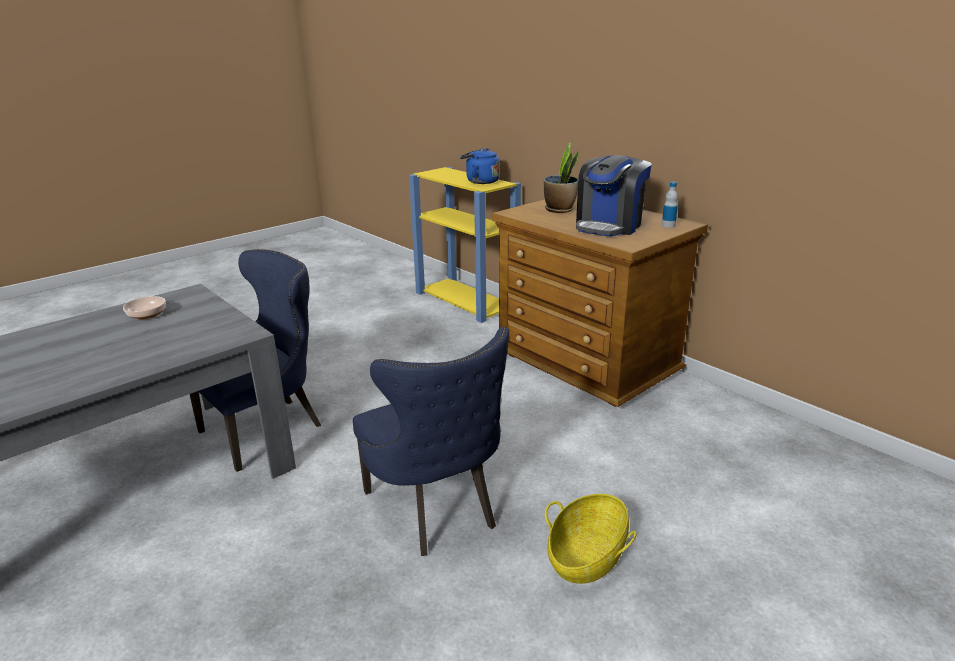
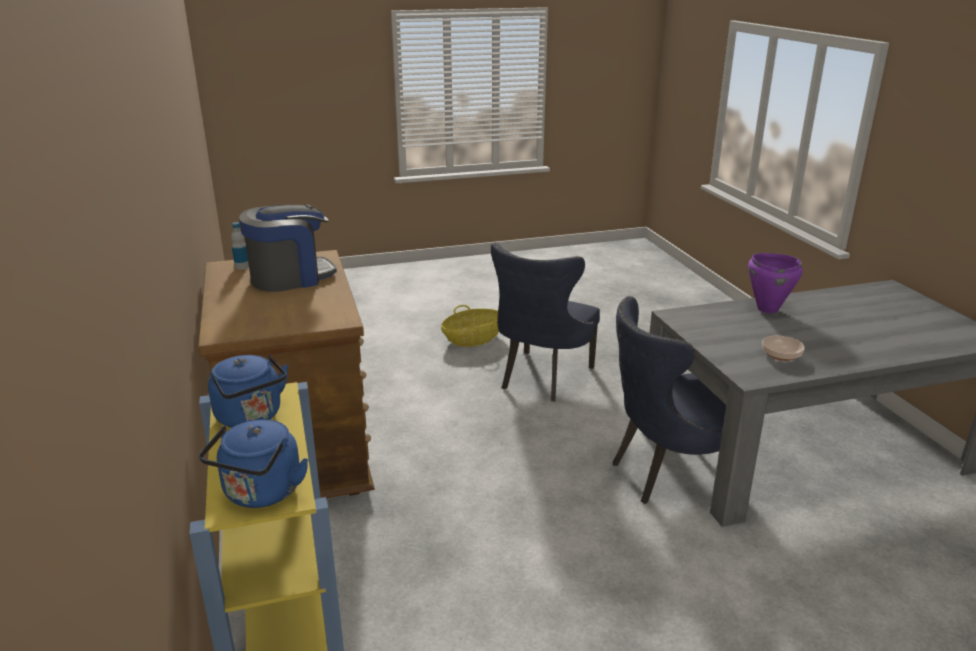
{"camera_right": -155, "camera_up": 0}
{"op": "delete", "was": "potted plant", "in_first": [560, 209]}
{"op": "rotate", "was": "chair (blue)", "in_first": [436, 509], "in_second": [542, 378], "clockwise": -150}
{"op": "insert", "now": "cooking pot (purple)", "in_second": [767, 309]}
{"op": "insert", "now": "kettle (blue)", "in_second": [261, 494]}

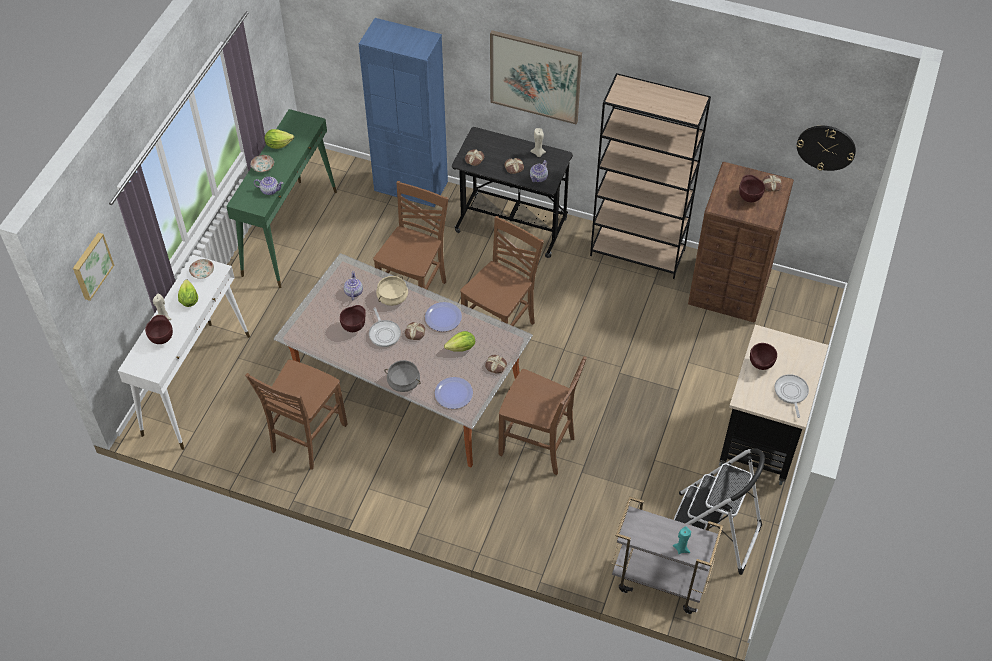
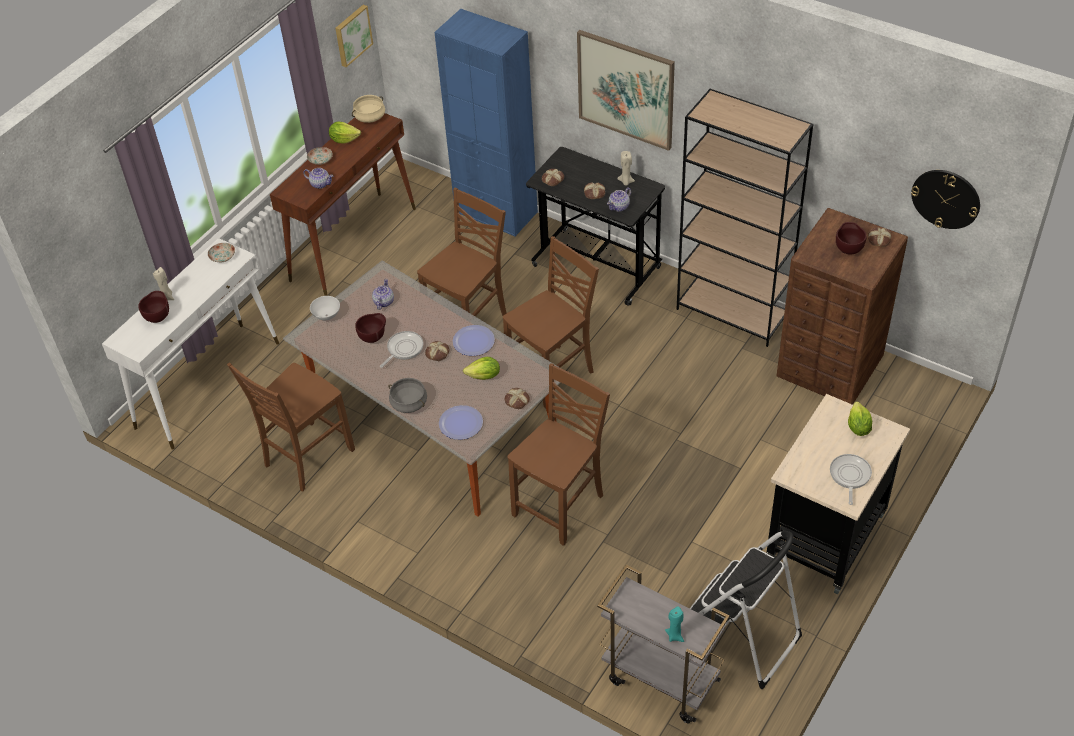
{"camera_right": 15, "camera_up": -5}
{"op": "recolor", "was": "console table (green)", "now": "console table (brown)", "in_first": [290, 232], "in_second": [354, 243]}
{"op": "move", "was": "picture", "in_first": [91, 265], "in_second": [352, 35]}
{"op": "move", "was": "cooking pot (beige)", "in_first": [392, 297], "in_second": [370, 117]}
{"op": "move", "was": "lettuce", "in_first": [189, 300], "in_second": [858, 427]}
{"op": "rotate", "was": "frying pan", "in_first": [384, 333], "in_second": [403, 349], "clockwise": -135}
{"op": "delete", "was": "bowl (brown)", "in_first": [760, 366]}
{"op": "rotate", "was": "chair (brown)", "in_first": [538, 446], "in_second": [561, 506], "clockwise": -90}
{"op": "insert", "now": "bowl (white)", "in_second": [327, 316]}

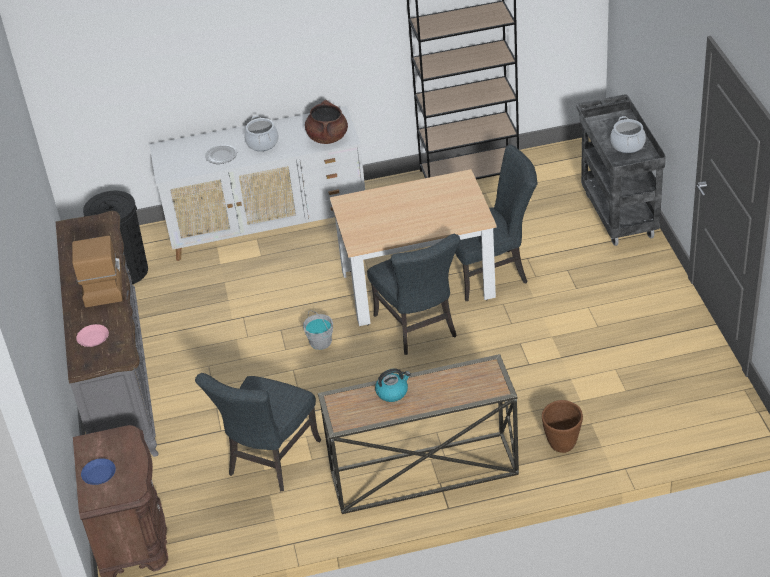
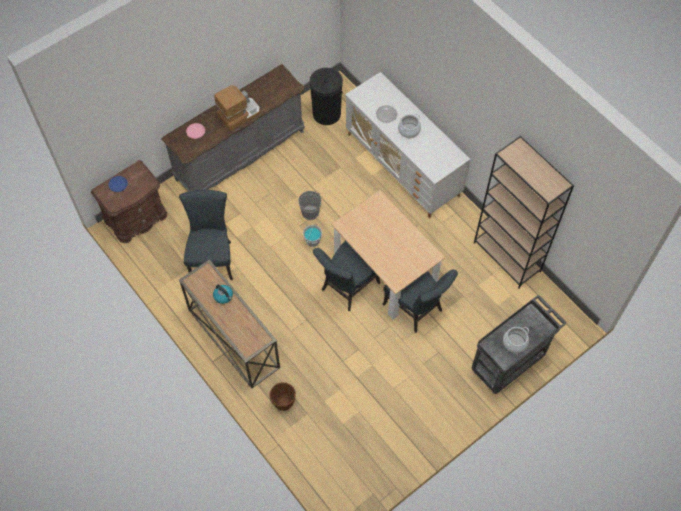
{"camera_right": 60, "camera_up": 20}
{"op": "delete", "was": "cooking pot (brown)", "in_first": [327, 137]}
{"op": "rotate", "was": "chair (grey)", "in_first": [270, 461], "in_second": [212, 257], "clockwise": 90}
{"op": "insert", "now": "bucket (grey)", "in_second": [310, 212]}

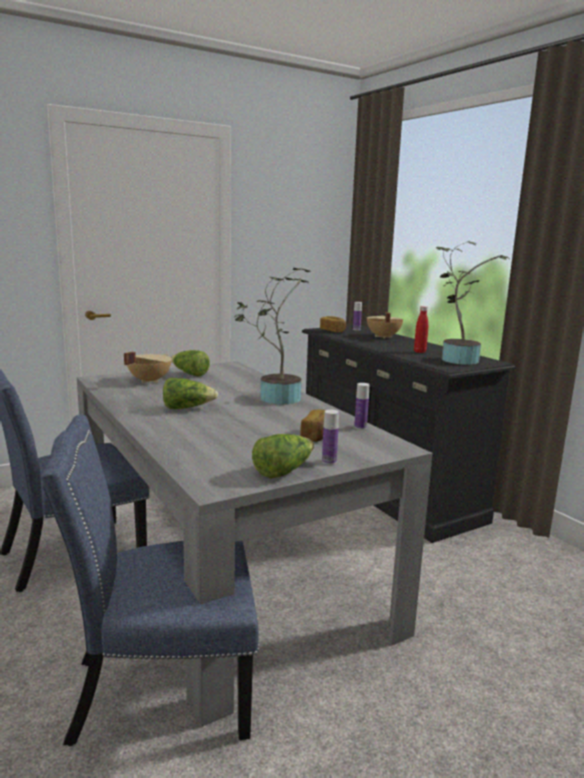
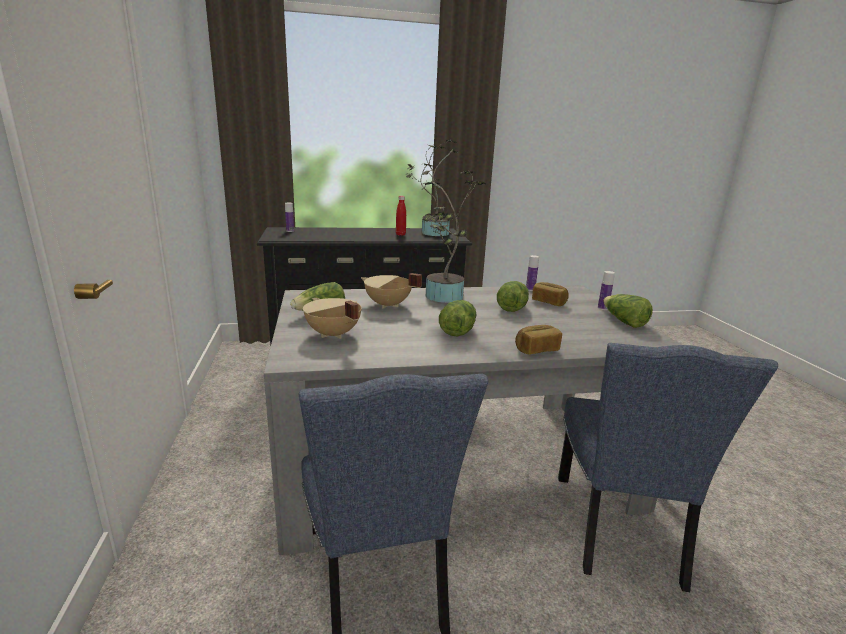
{"camera_right": -70, "camera_up": 5}
{"op": "move", "was": "cooking pot (beige)", "in_first": [382, 337], "in_second": [387, 305]}
{"op": "move", "was": "bread", "in_first": [333, 331], "in_second": [536, 349]}
{"op": "insert", "now": "lettuce", "in_second": [511, 307]}

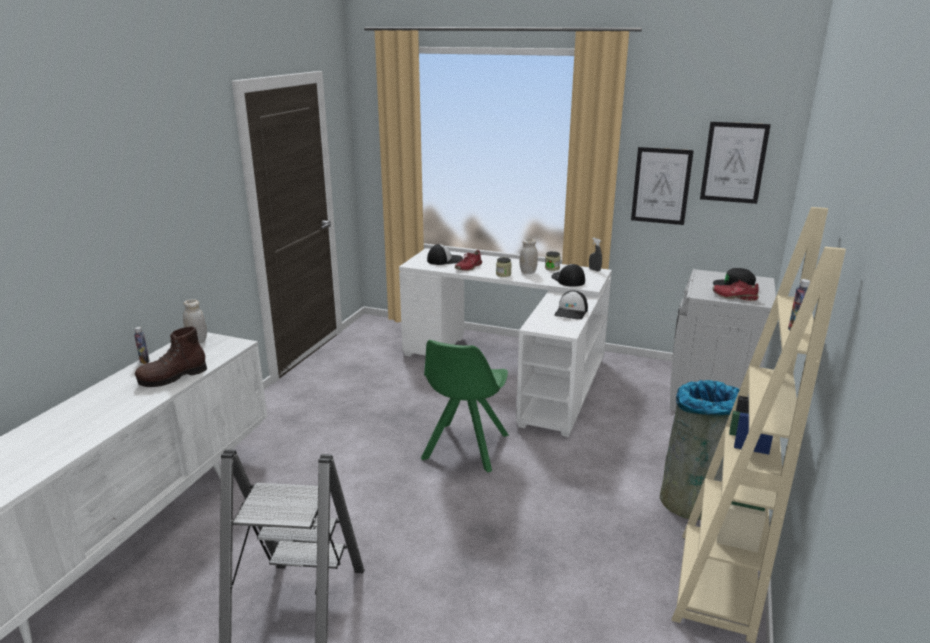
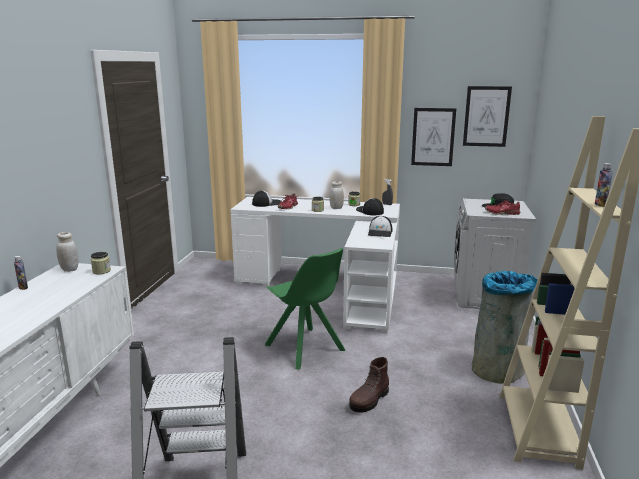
{"camera_right": -10, "camera_up": -5}
{"op": "move", "was": "boot (brown)", "in_first": [173, 377], "in_second": [369, 400]}
{"op": "rotate", "was": "chair (green)", "in_first": [464, 448], "in_second": [306, 348], "clockwise": -45}
{"op": "insert", "now": "jar", "in_second": [101, 271]}

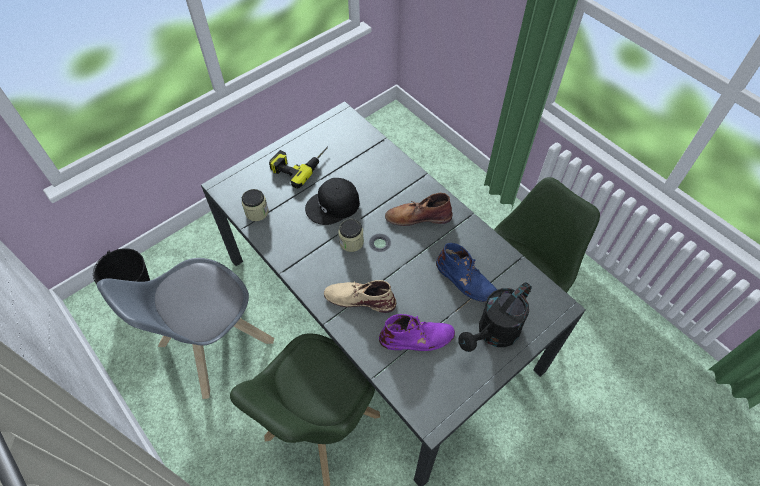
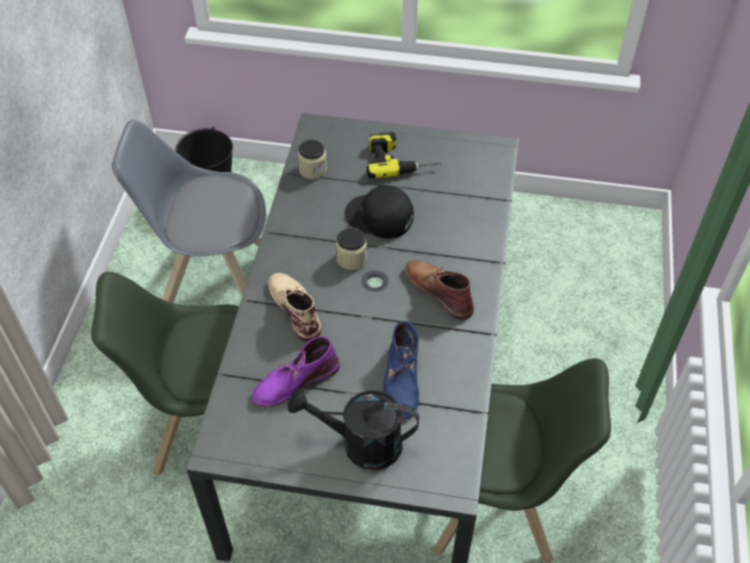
{"camera_right": 50, "camera_up": -5}
{"op": "rotate", "was": "boot (purple)", "in_first": [417, 338], "in_second": [295, 381], "clockwise": 105}

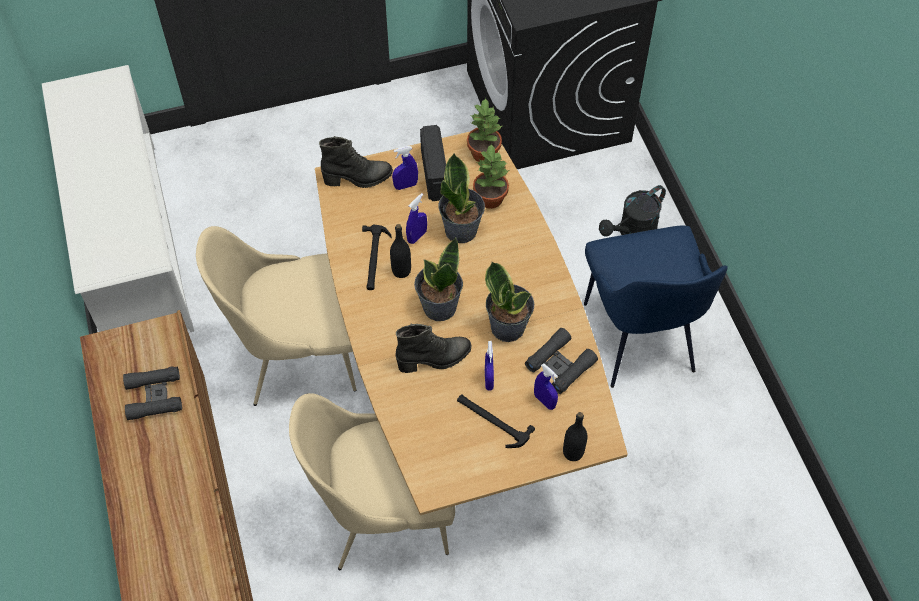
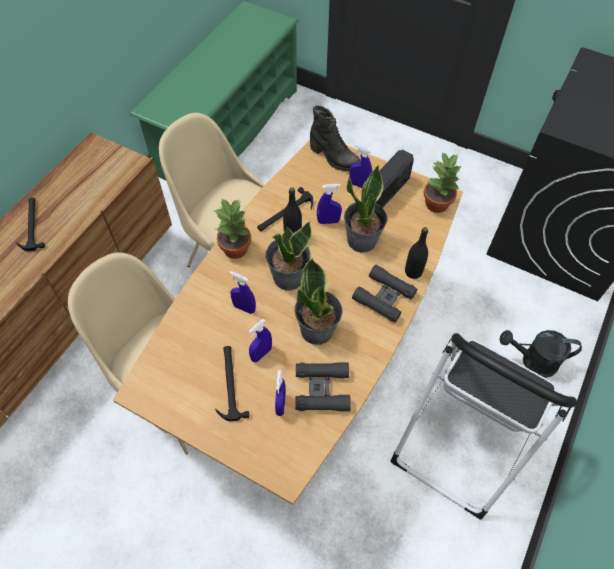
{"camera_right": 45, "camera_up": 0}
{"op": "recolor", "was": "shoe rack (white)", "now": "shoe rack (green)", "in_first": [131, 242], "in_second": [228, 131]}
{"op": "move", "was": "potted plant", "in_first": [490, 198], "in_second": [236, 248]}
{"op": "replace", "was": "chair (blue)", "now": "step ladder", "in_first": [640, 338], "in_second": [462, 435]}
{"op": "replace", "was": "boot (black)", "now": "spray bottle (blue)", "in_first": [434, 359], "in_second": [244, 308]}
{"op": "move", "was": "binoculars (black)", "in_first": [154, 396], "in_second": [384, 297]}
{"op": "move", "was": "bottle (black)", "in_first": [573, 452], "in_second": [413, 272]}
{"op": "insert", "now": "hammer", "in_second": [31, 225]}

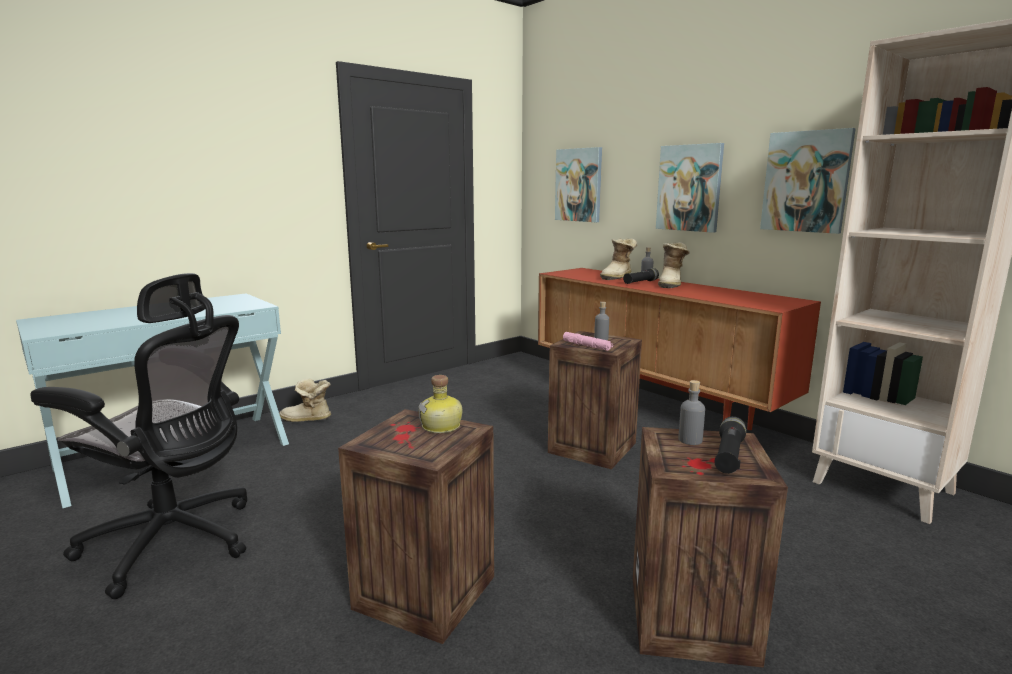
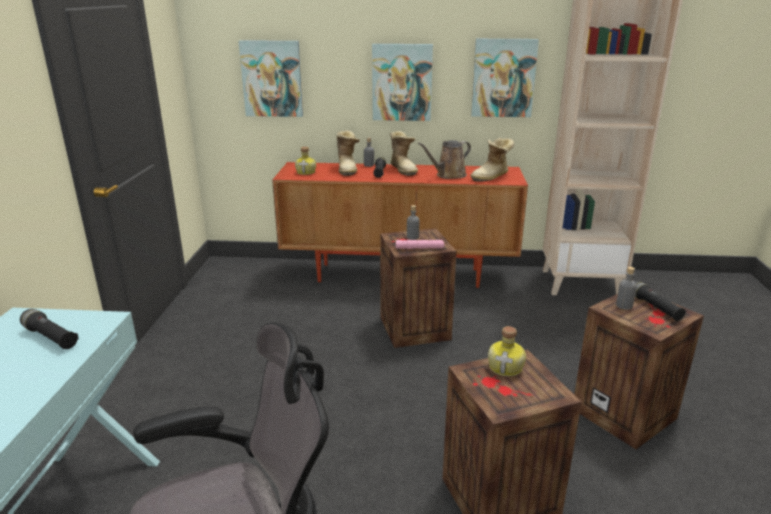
{"camera_right": -45, "camera_up": 10}
{"op": "move", "was": "boot", "in_first": [306, 420], "in_second": [492, 177]}
{"op": "insert", "now": "watering can (brown)", "in_second": [448, 175]}
{"op": "insert", "now": "bottle", "in_second": [306, 172]}
{"op": "insert", "now": "flashlight (black)", "in_second": [51, 337]}

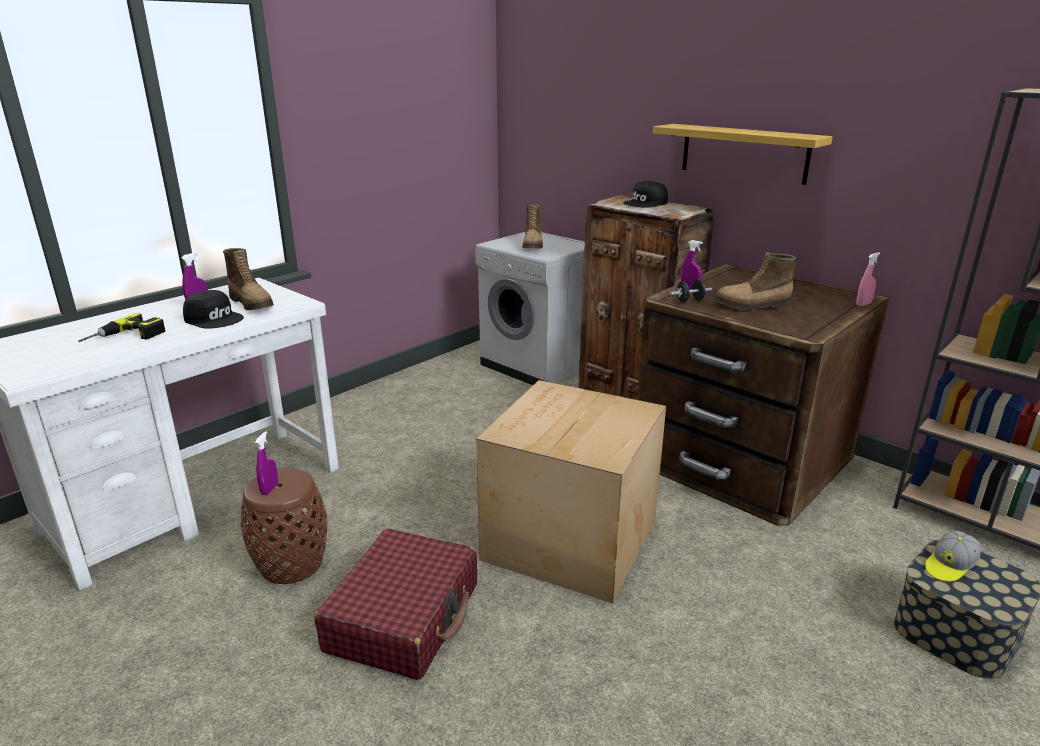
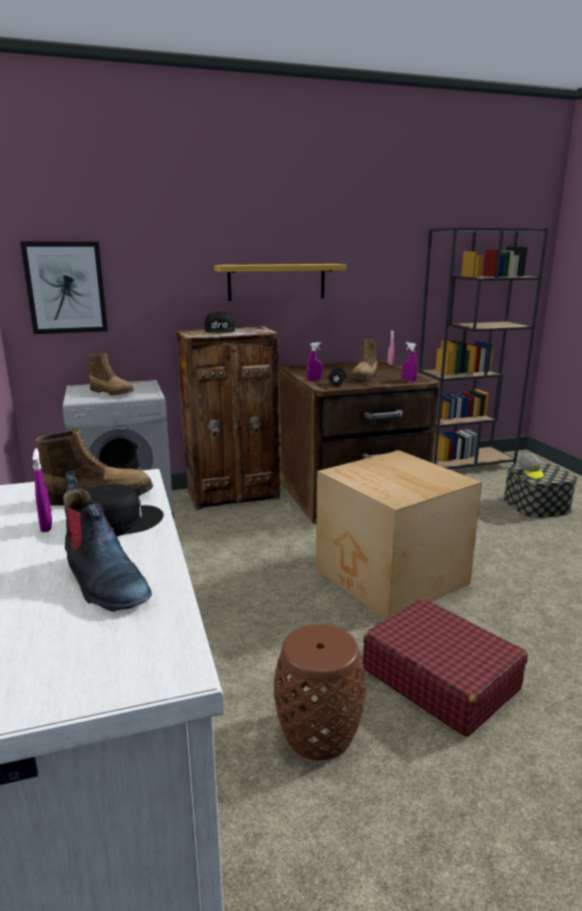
{"camera_right": -60, "camera_up": -5}
{"op": "replace", "was": "power drill", "now": "boot", "in_first": [125, 337], "in_second": [103, 581]}
{"op": "move", "was": "spray bottle (purple)", "in_first": [269, 489], "in_second": [409, 380]}
{"op": "insert", "now": "picture", "in_second": [66, 288]}

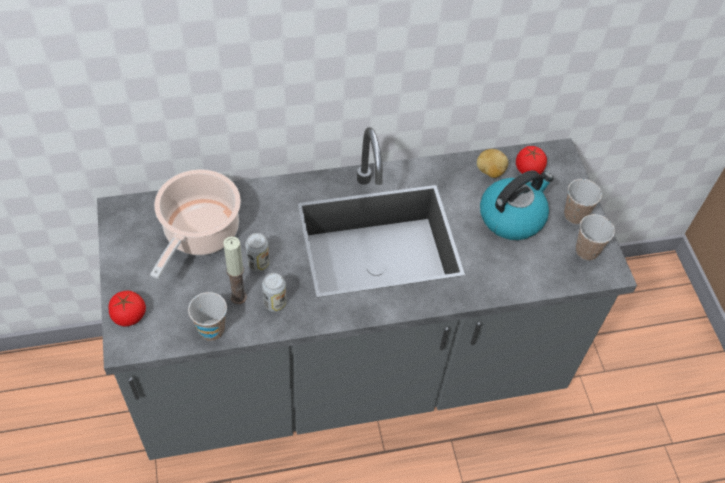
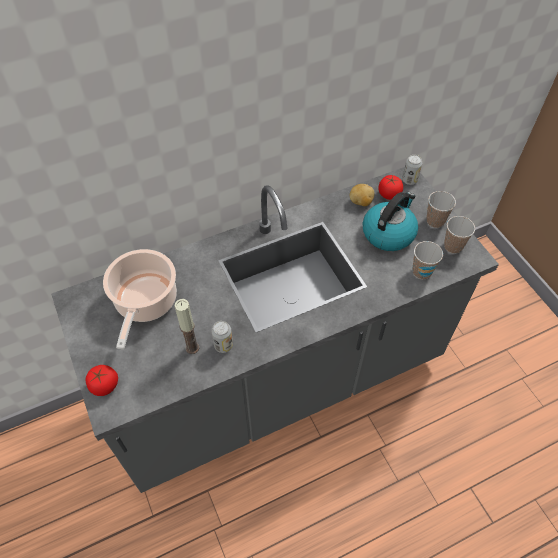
{"camera_right": -10, "camera_up": 0}
{"op": "move", "was": "can", "in_first": [258, 263], "in_second": [409, 180]}
{"op": "move", "was": "cup", "in_first": [211, 330], "in_second": [421, 272]}

